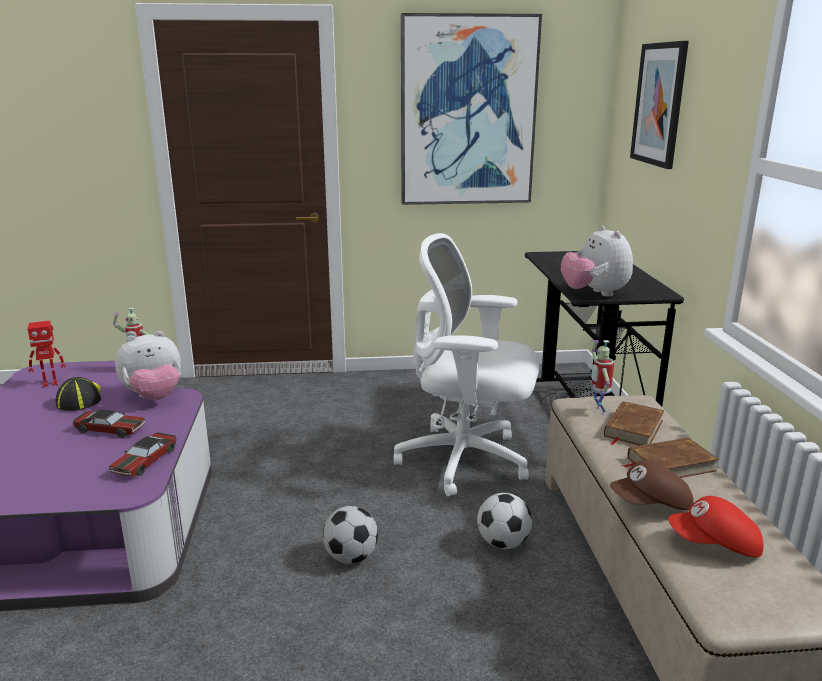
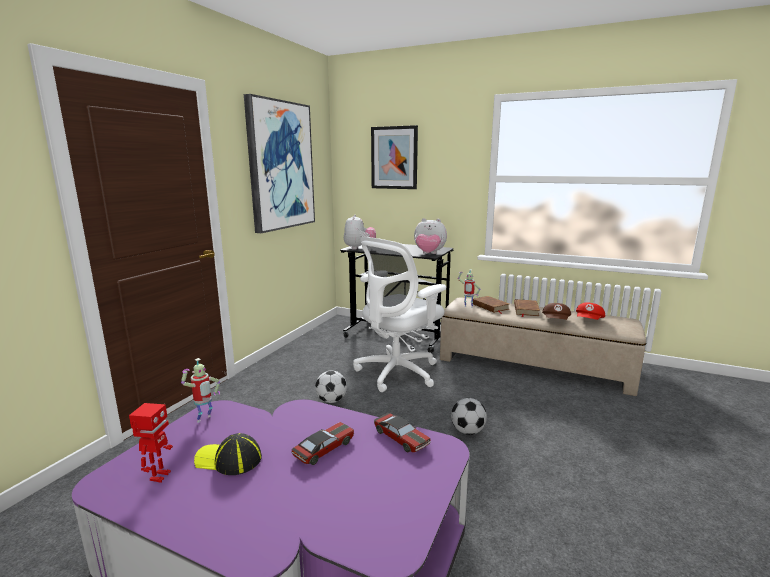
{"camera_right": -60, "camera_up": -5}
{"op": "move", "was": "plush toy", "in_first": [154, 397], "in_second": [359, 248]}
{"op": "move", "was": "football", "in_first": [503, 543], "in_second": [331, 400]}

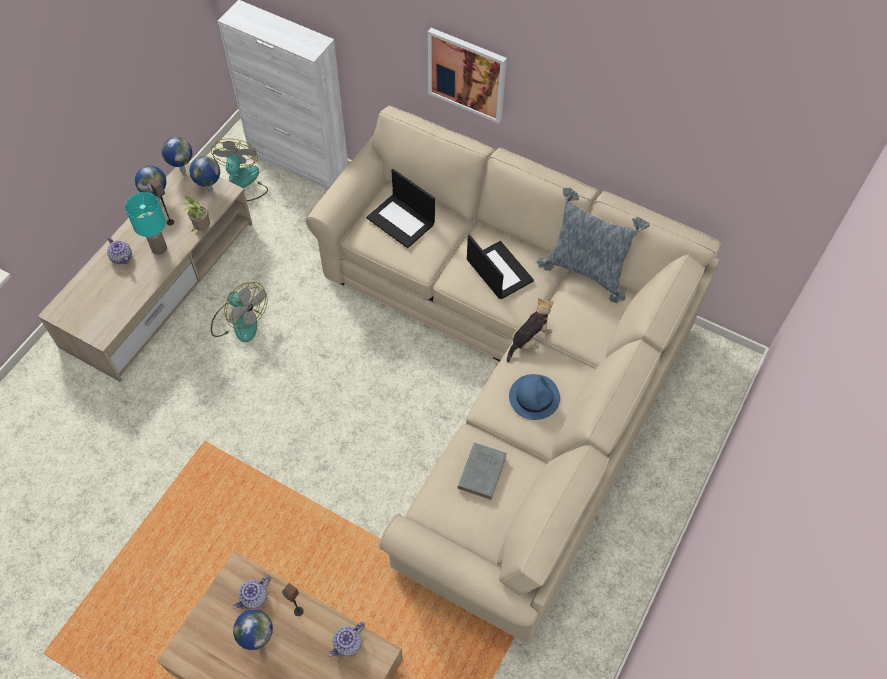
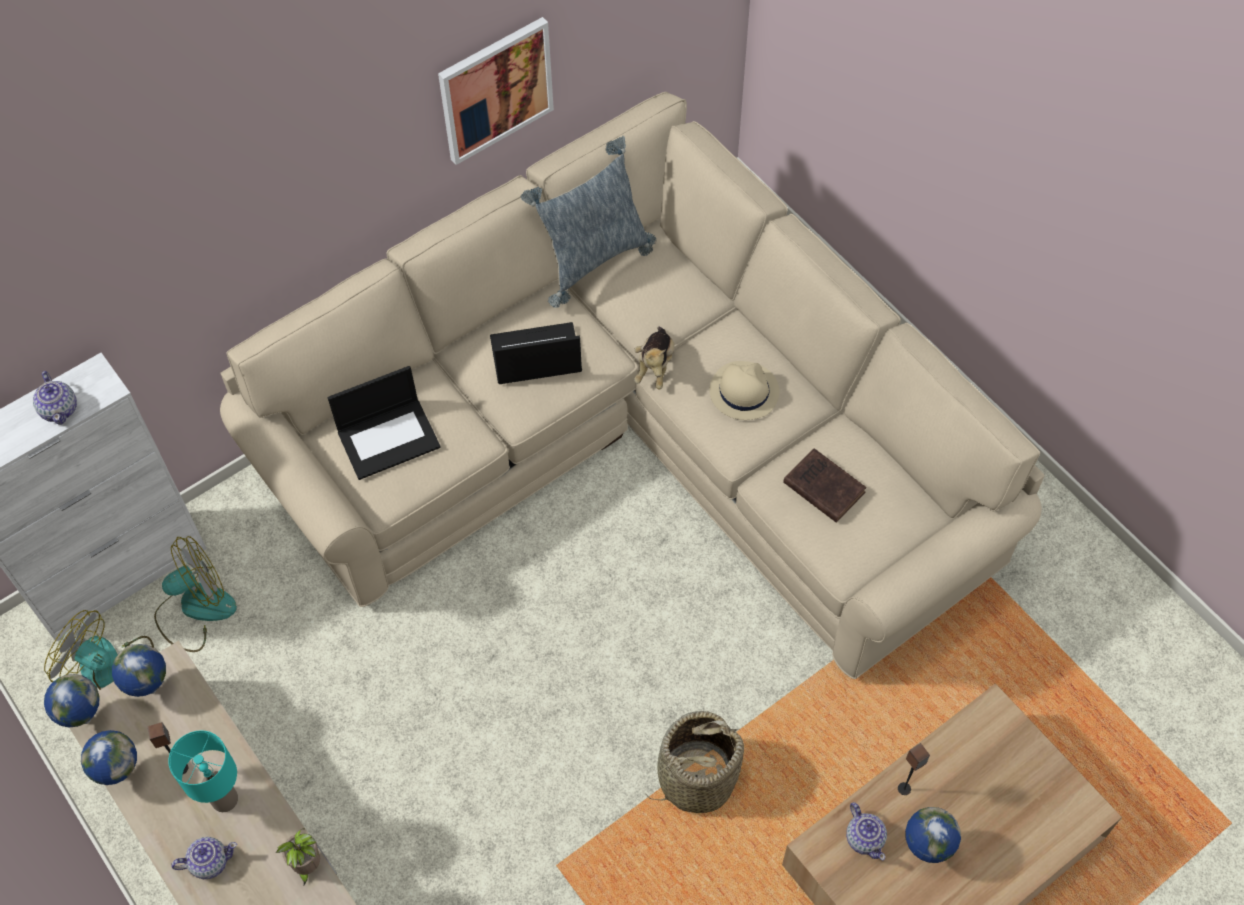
{"camera_right": -65, "camera_up": 0}
{"op": "move", "was": "picture", "in_first": [467, 74], "in_second": [495, 89]}
{"op": "move", "was": "potted plant", "in_first": [201, 228], "in_second": [306, 866]}
{"op": "move", "was": "fan", "in_first": [239, 321], "in_second": [195, 609]}
{"op": "rotate", "was": "plush toy", "in_first": [529, 340], "in_second": [655, 366], "clockwise": -150}
{"op": "recolor", "was": "hat (blue)", "now": "hat (beige)", "in_first": [534, 397], "in_second": [743, 391]}
{"op": "recolor", "was": "book (grey)", "now": "book (brown)", "in_first": [482, 471], "in_second": [822, 487]}
{"op": "move", "was": "teapot", "in_first": [348, 643], "in_second": [60, 409]}
{"op": "insert", "now": "basket", "in_second": [696, 777]}

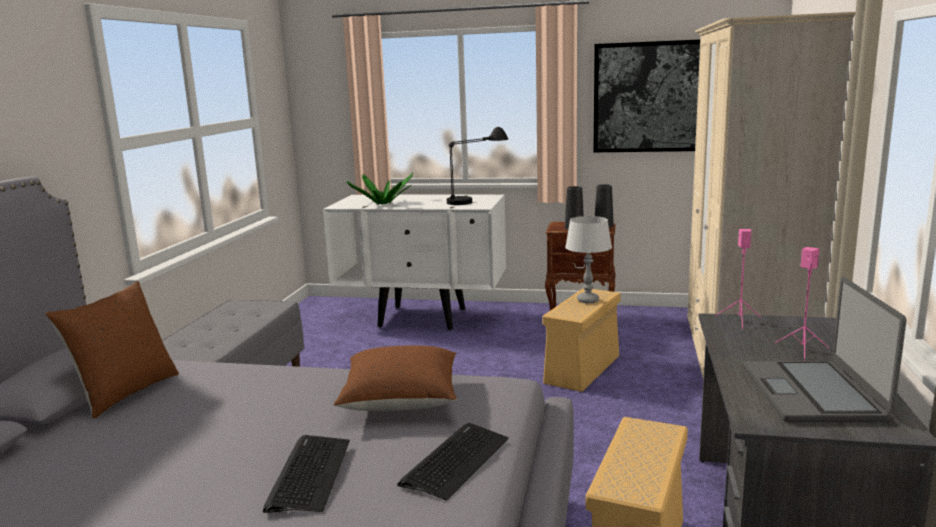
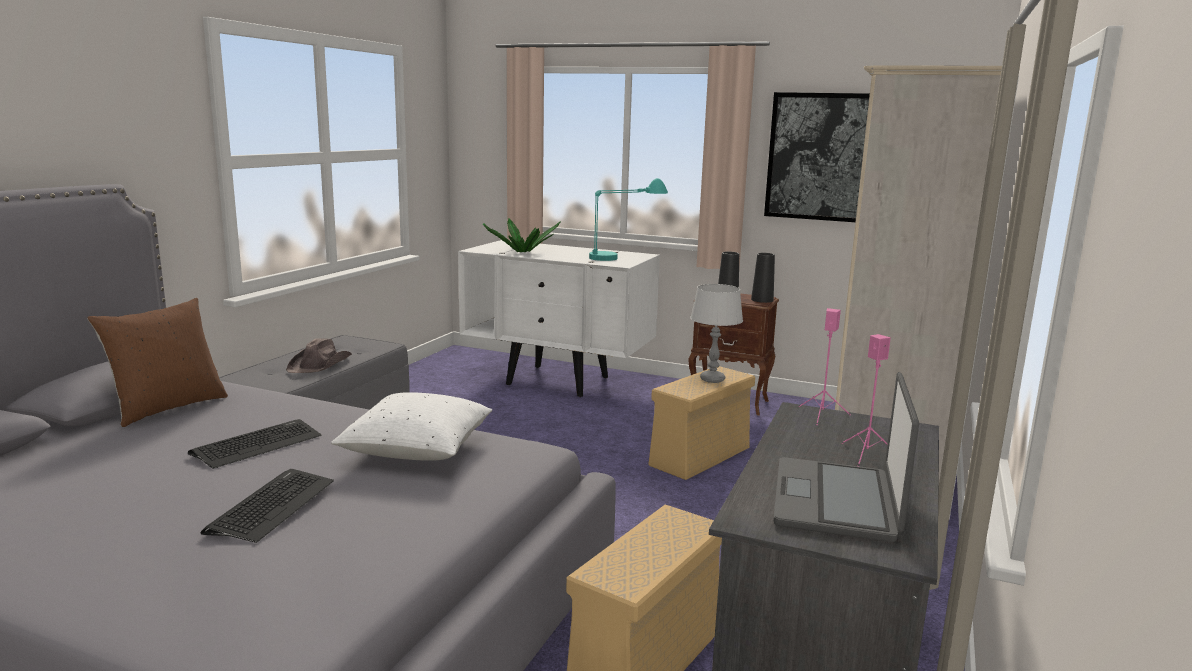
{"camera_right": 10, "camera_up": 0}
{"op": "recolor", "was": "table lamp (black)", "now": "table lamp (turquoise)", "in_first": [477, 199], "in_second": [625, 256]}
{"op": "recolor", "was": "pillow (brown)", "now": "pillow (white)", "in_first": [401, 400], "in_second": [417, 450]}
{"op": "move", "was": "keyboard", "in_first": [455, 461], "in_second": [257, 445]}
{"op": "insert", "now": "hat (brown)", "in_second": [320, 364]}

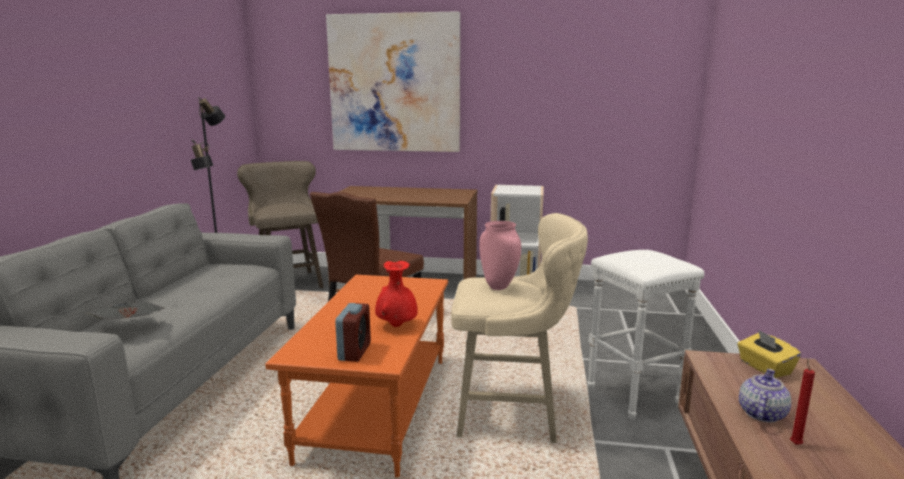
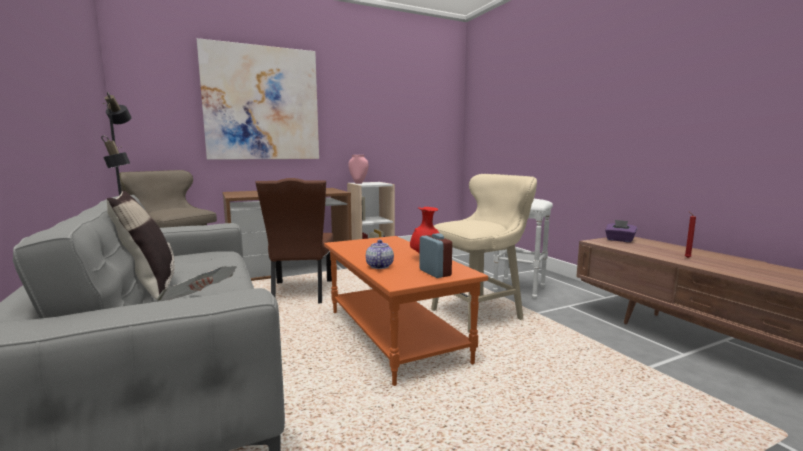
{"camera_right": -35, "camera_up": -5}
{"op": "move", "was": "vase (pink)", "in_first": [498, 287], "in_second": [358, 183]}
{"op": "recolor", "was": "tissue box (yellow)", "now": "tissue box (purple)", "in_first": [764, 368], "in_second": [619, 240]}
{"op": "move", "was": "teapot", "in_first": [761, 414], "in_second": [379, 266]}
{"op": "insert", "now": "pillow", "in_second": [148, 287]}

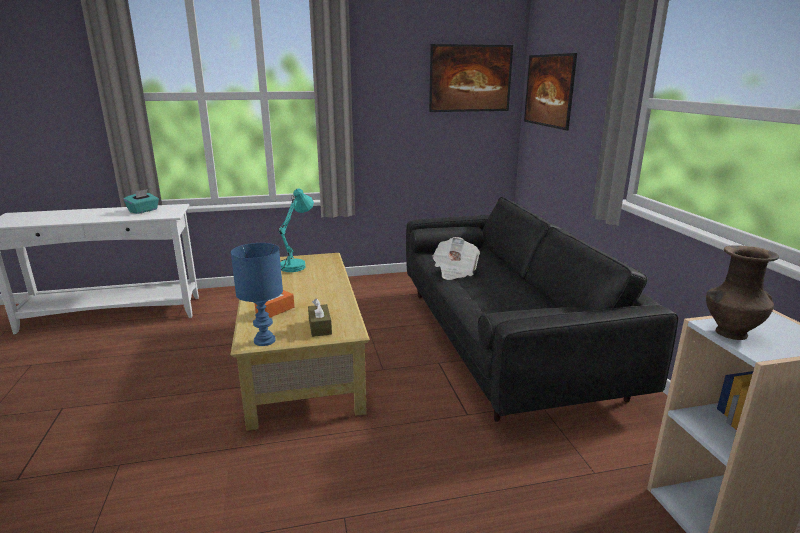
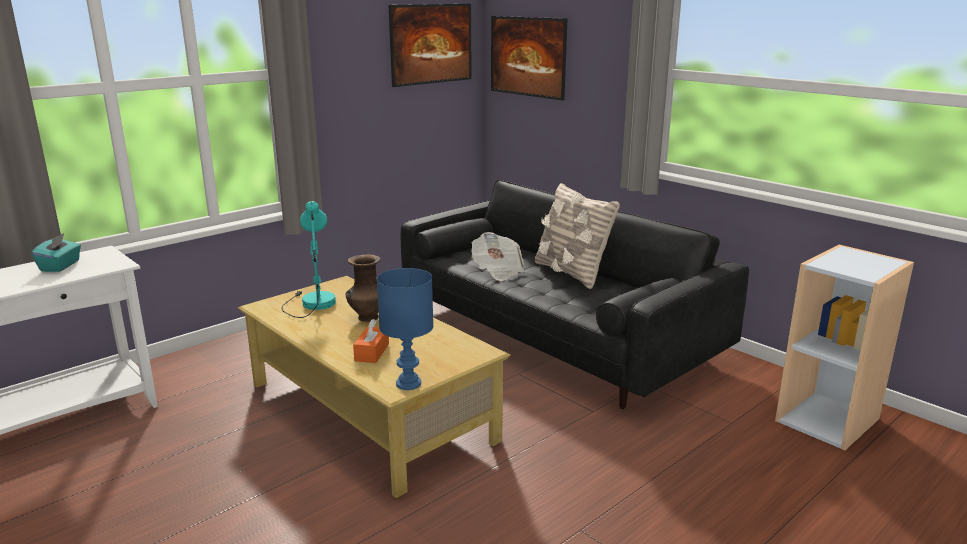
{"camera_right": -30, "camera_up": 0}
{"op": "move", "was": "vase (brown)", "in_first": [729, 333], "in_second": [367, 318]}
{"op": "delete", "was": "tissue box (brown)", "in_first": [320, 327]}
{"op": "insert", "now": "pillow (beige)", "in_second": [571, 273]}

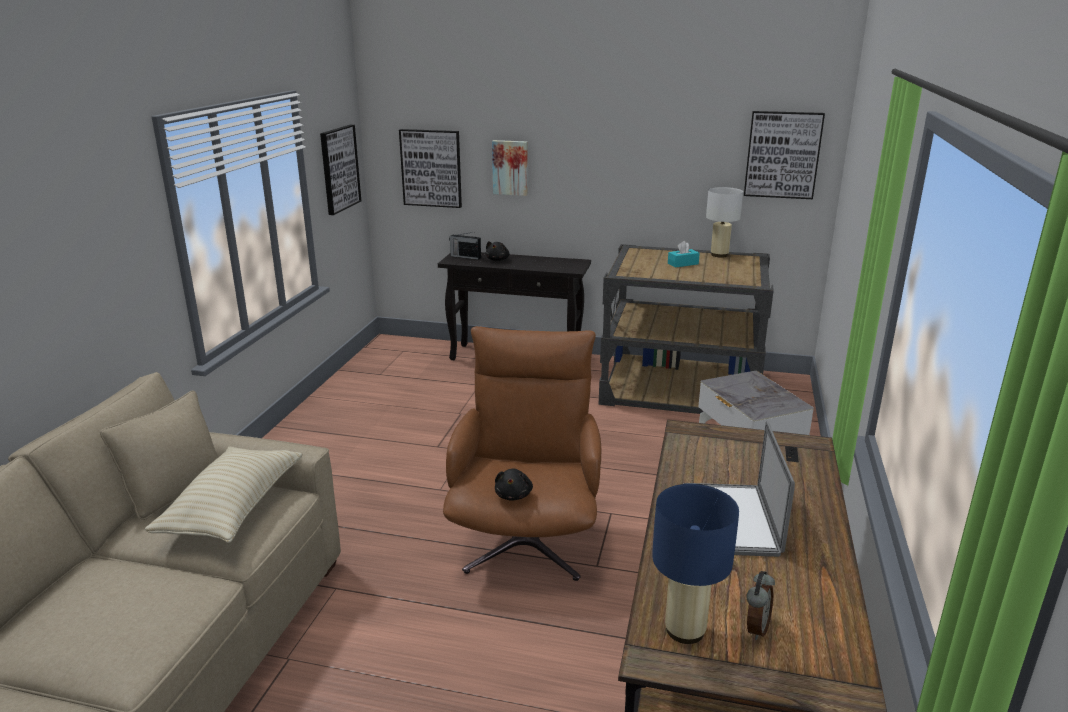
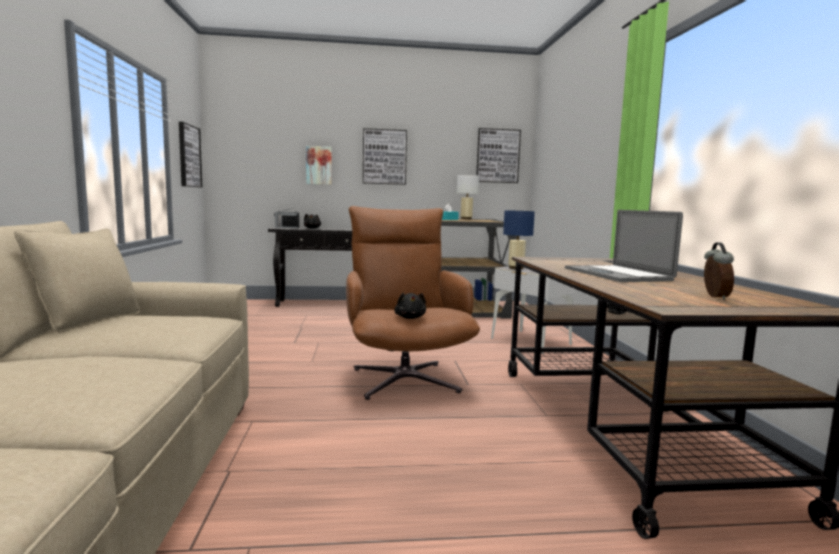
{"camera_right": -20, "camera_up": -15}
{"op": "move", "was": "picture", "in_first": [431, 168], "in_second": [384, 157]}
{"op": "delete", "was": "pillow (beige)", "in_first": [233, 509]}
{"op": "move", "was": "table lamp (blue)", "in_first": [684, 629], "in_second": [515, 268]}

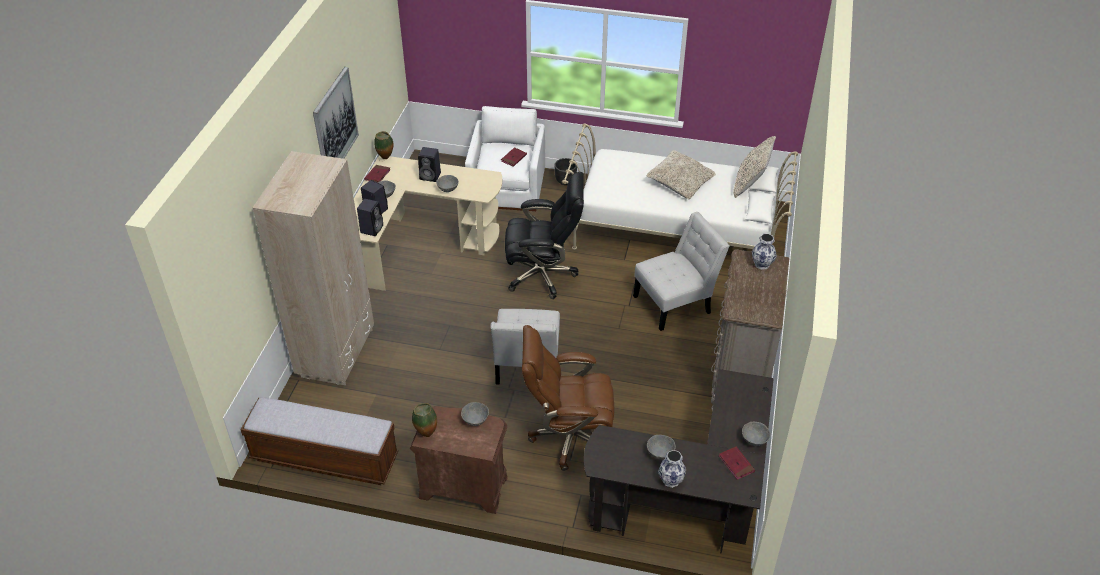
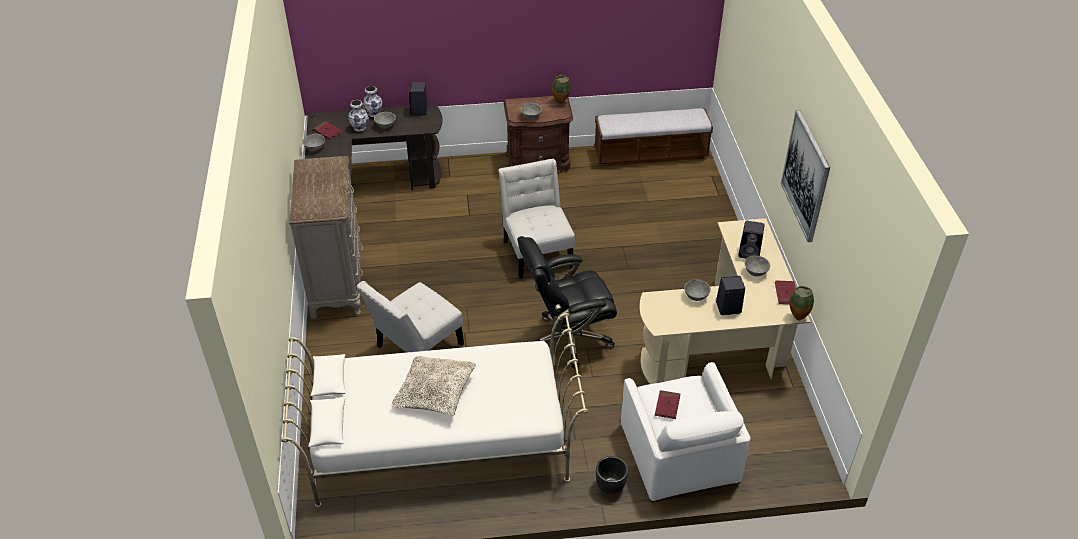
{"camera_right": 160, "camera_up": 0}
{"op": "delete", "was": "pillow (beige)", "in_first": [750, 184]}
{"op": "delete", "was": "wardrobe (beige)", "in_first": [336, 352]}
{"op": "move", "was": "speaker (black)", "in_first": [372, 228], "in_second": [419, 111]}
{"op": "move", "was": "vase", "in_first": [761, 264], "in_second": [360, 127]}
{"op": "delete", "was": "office chair (brown)", "in_first": [568, 438]}

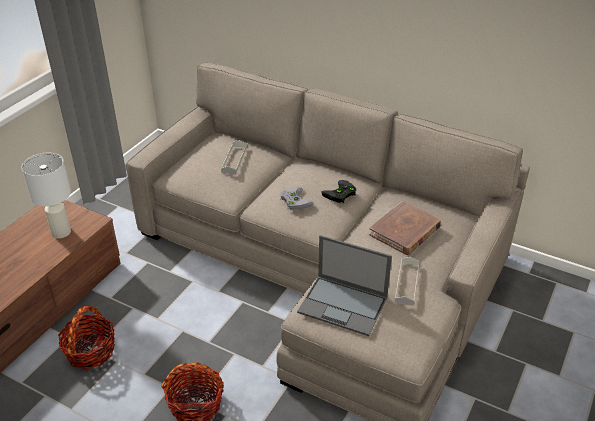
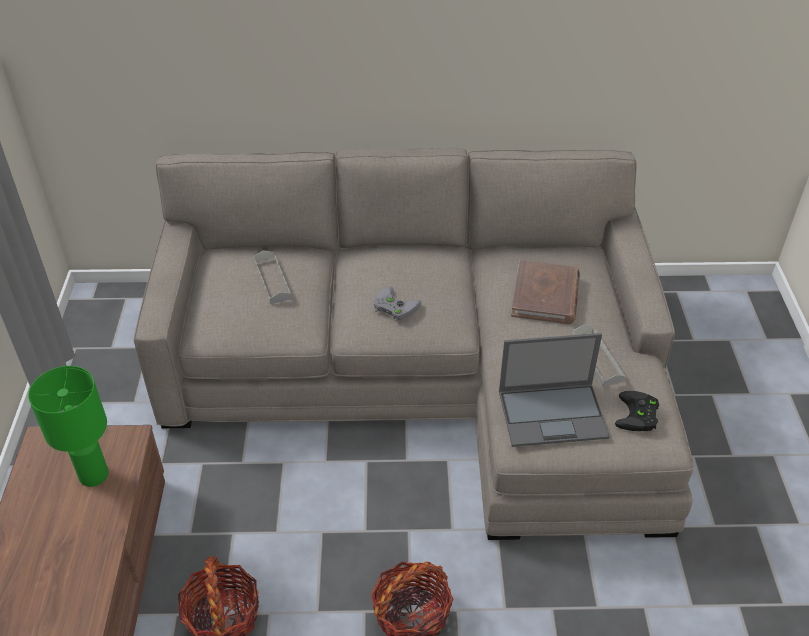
{"camera_right": -30, "camera_up": 5}
{"op": "recolor", "was": "table lamp (white)", "now": "table lamp (green)", "in_first": [61, 232], "in_second": [94, 475]}
{"op": "move", "was": "game controller (black)", "in_first": [340, 194], "in_second": [638, 416]}

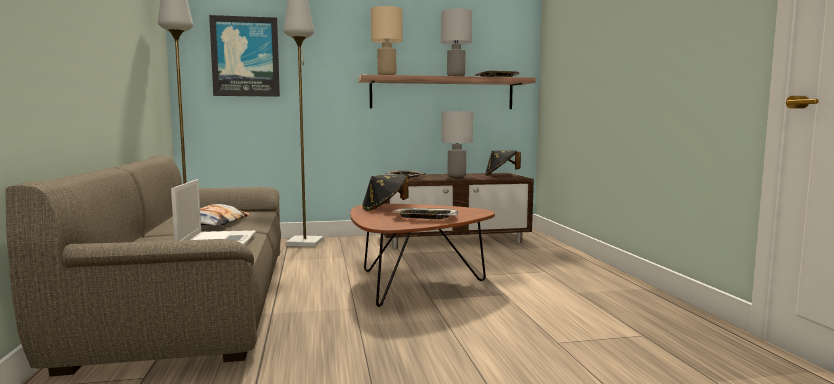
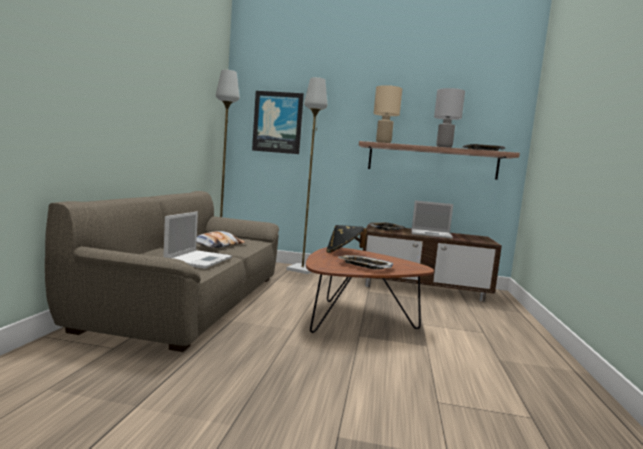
{"camera_right": 20, "camera_up": 0}
{"op": "replace", "was": "table lamp (grey)", "now": "laptop", "in_first": [456, 176], "in_second": [432, 234]}
{"op": "delete", "was": "hat (black)", "in_first": [501, 175]}

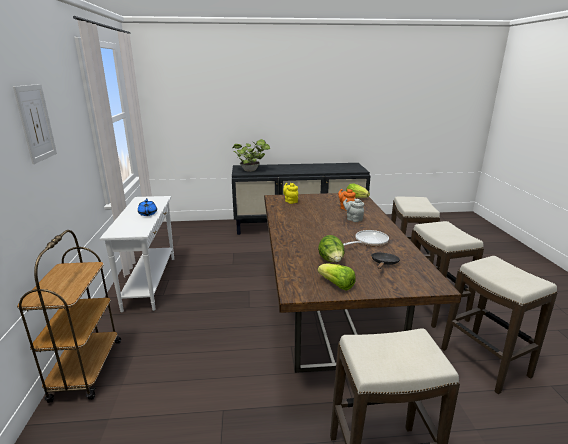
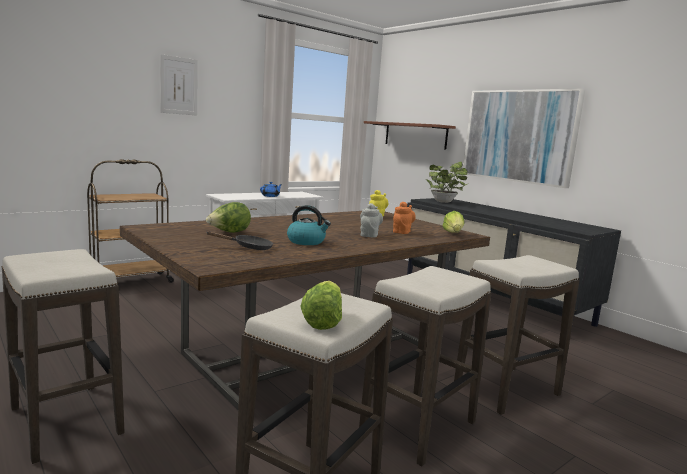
{"camera_right": 55, "camera_up": -10}
{"op": "replace", "was": "frying pan", "now": "kettle", "in_first": [369, 241], "in_second": [306, 241]}
{"op": "move", "was": "lettuce", "in_first": [336, 285], "in_second": [323, 321]}
{"op": "insert", "now": "picture", "in_second": [519, 136]}
{"op": "insert", "now": "shelf (brown)", "in_second": [415, 135]}

